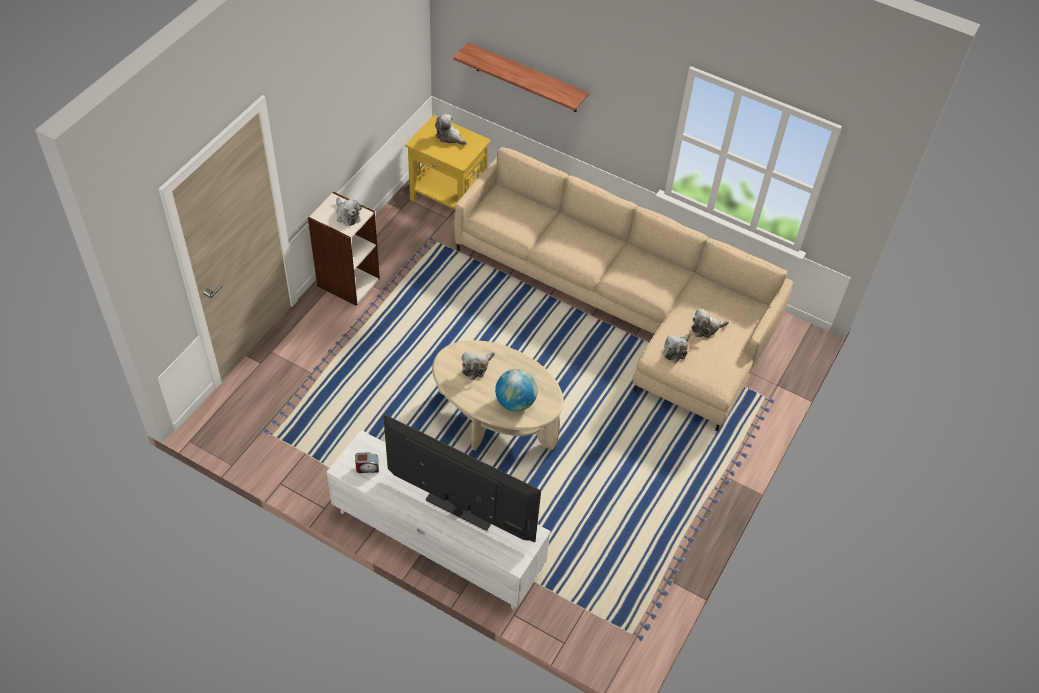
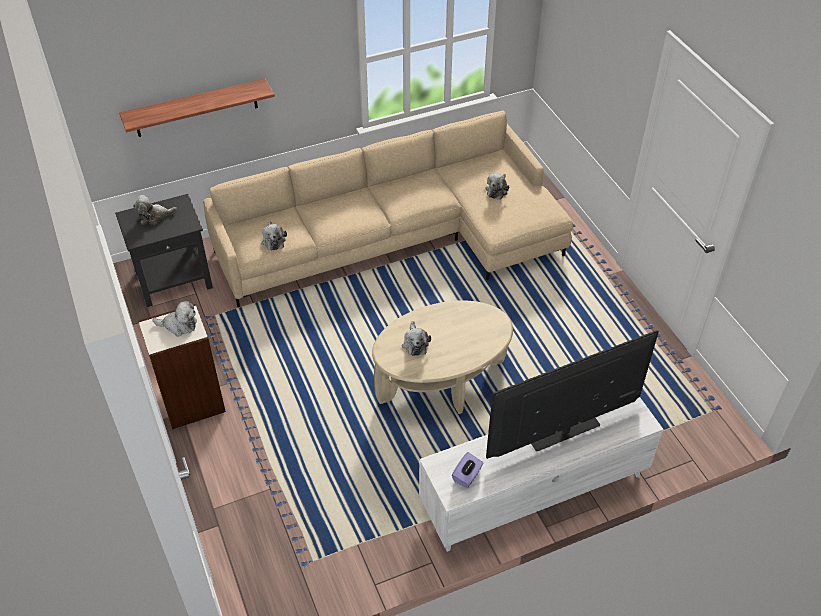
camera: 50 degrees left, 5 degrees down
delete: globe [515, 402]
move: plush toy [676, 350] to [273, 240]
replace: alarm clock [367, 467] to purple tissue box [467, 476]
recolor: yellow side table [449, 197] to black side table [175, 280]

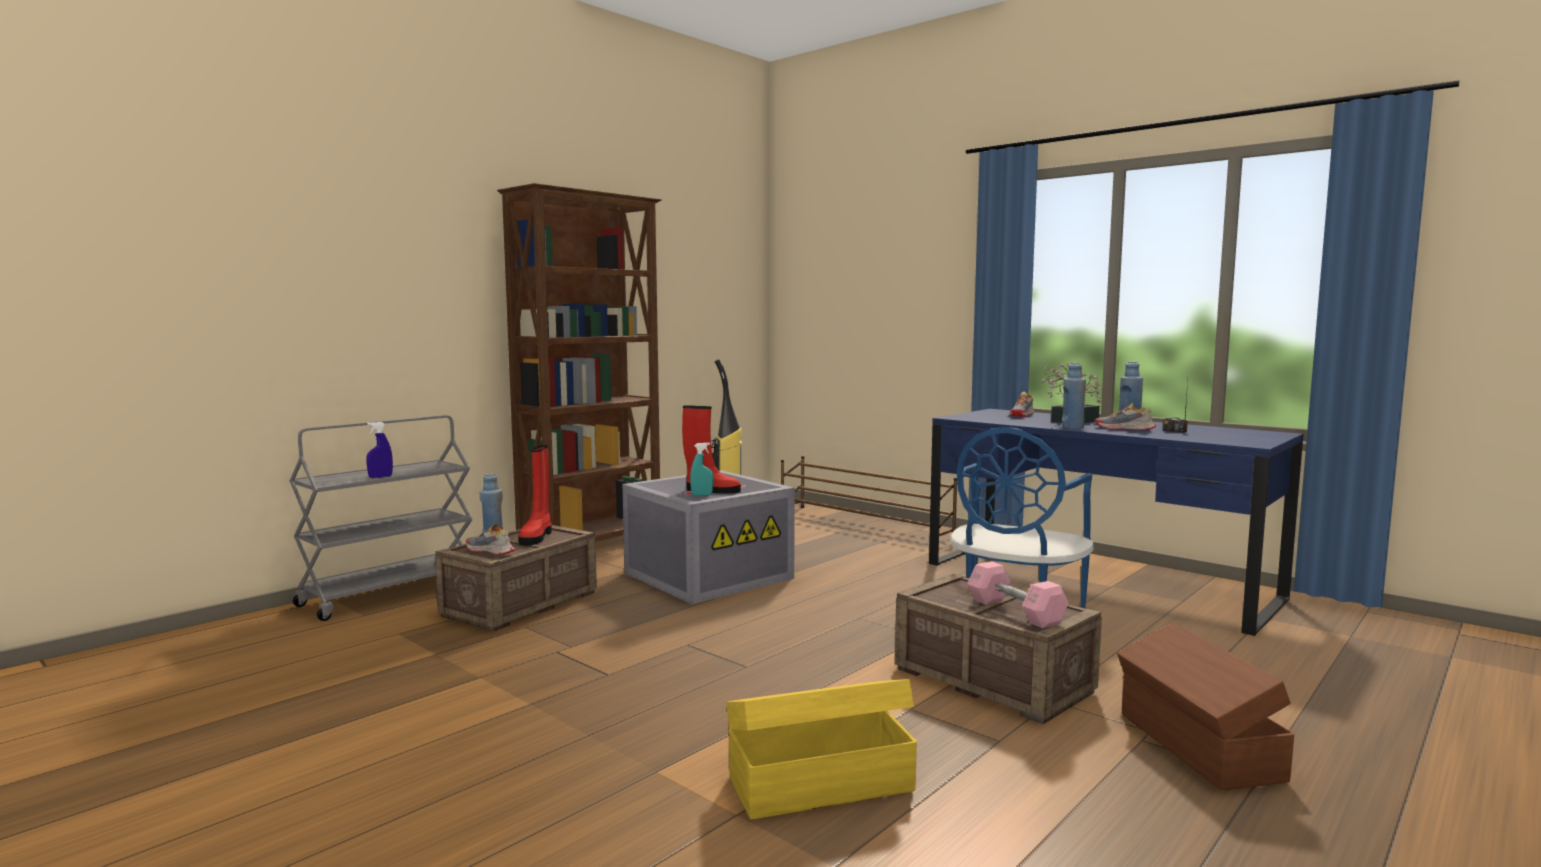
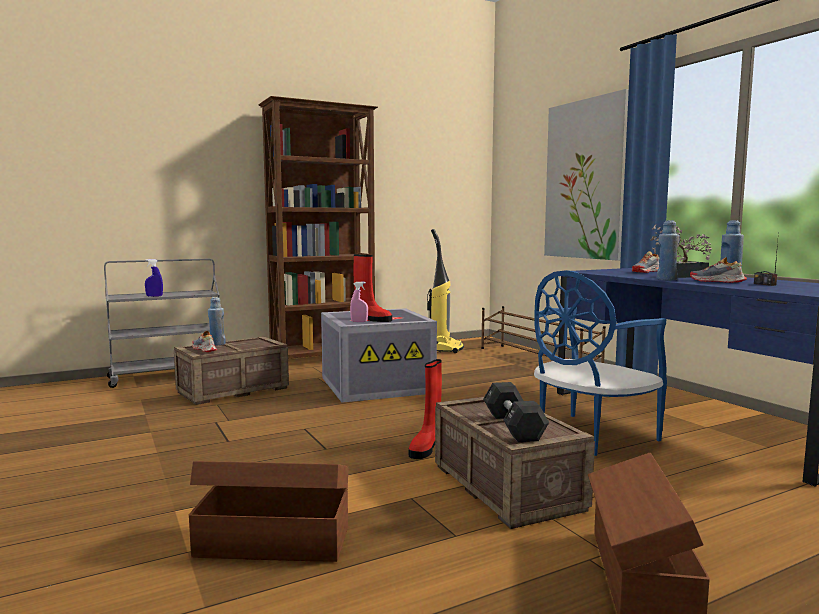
camera: 20 degrees right, 0 degrees up
insert: picture [585, 180]
move: red boot [536, 537] to [426, 448]
recolor: yellow storage box [818, 783] to brown storage box [272, 541]; turquoise spray bottle [702, 495] to pink spray bottle [359, 321]; pink dumbbell [1015, 611] to black dumbbell [513, 426]

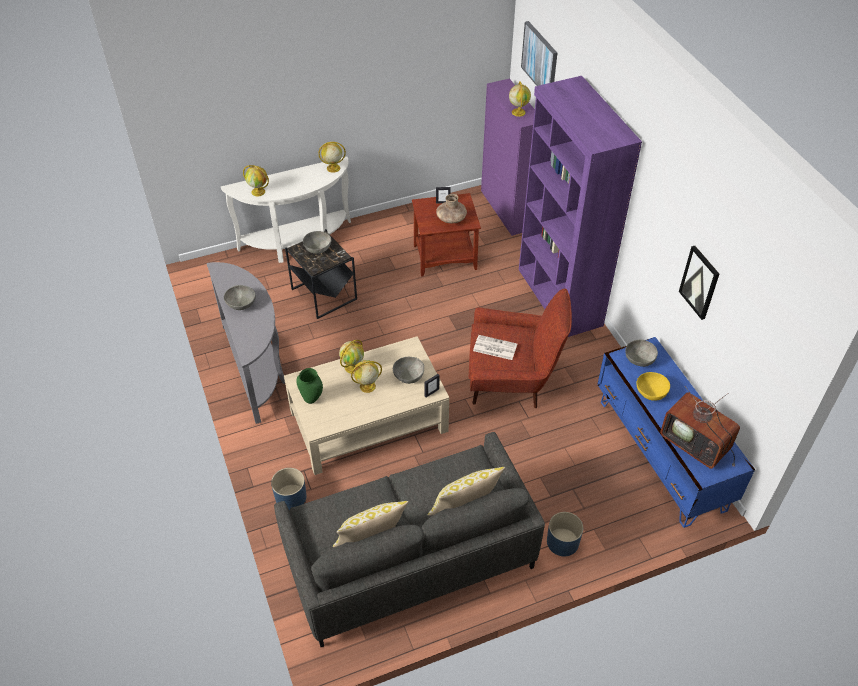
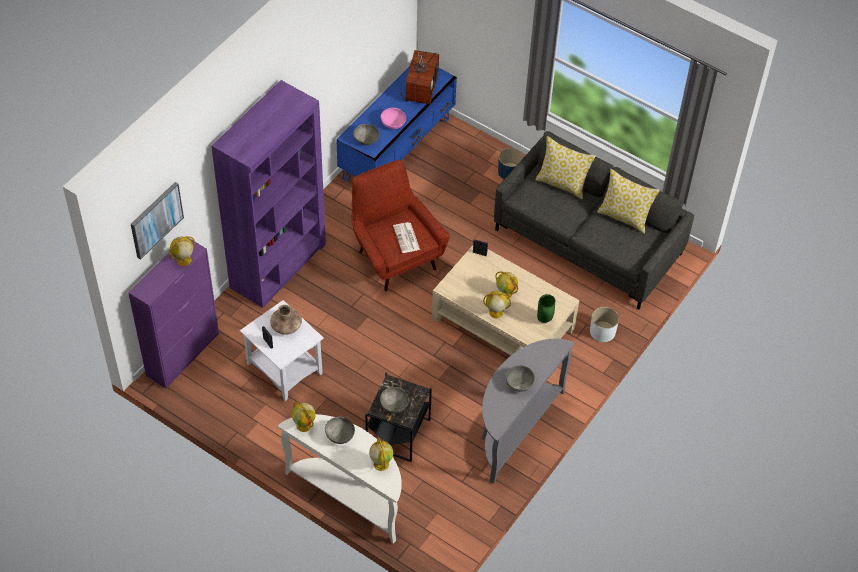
camera: 125 degrees left, 5 degrees up
delete: picture [700, 282]
move: grey bowl [408, 375] to [339, 435]
recolor: brown side table [445, 256] to white side table [283, 369]; yellow bowl [651, 392] to pink bowl [393, 123]; blue planter [290, 497] to white planter [602, 332]

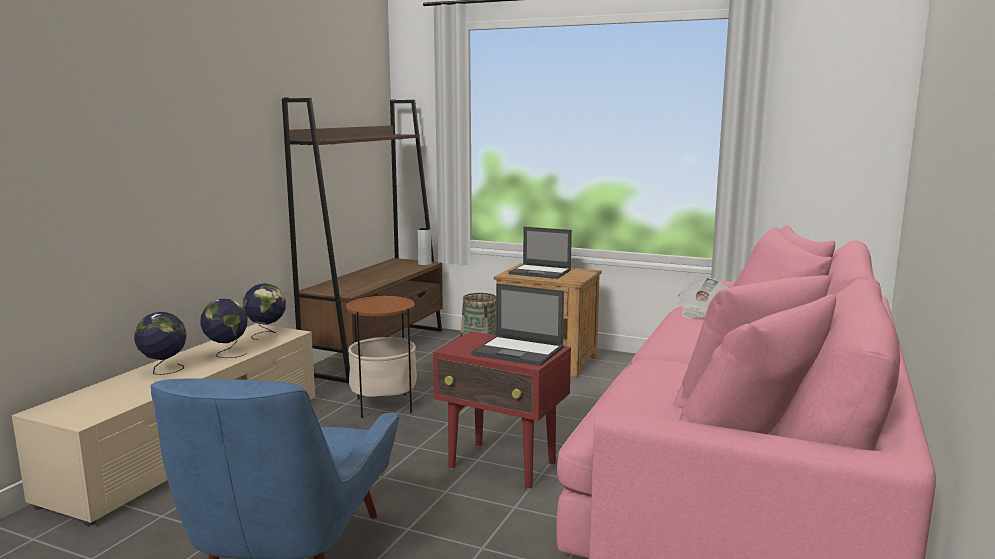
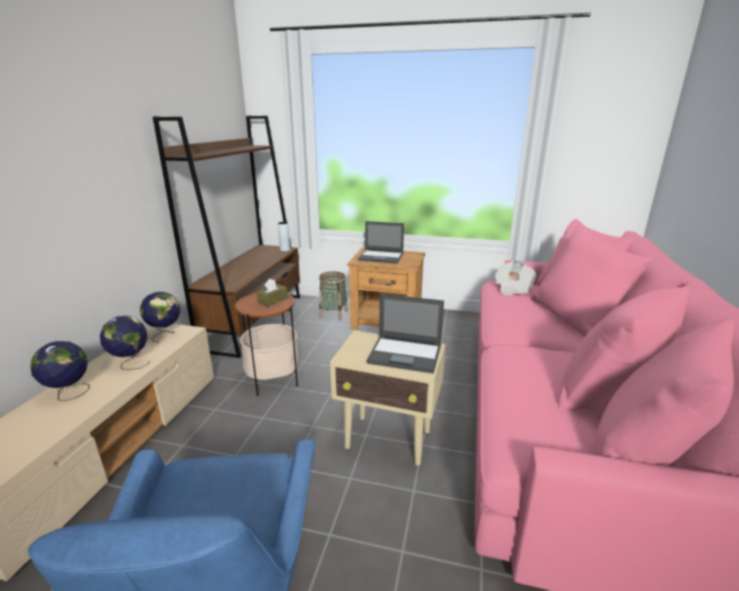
camera: 10 degrees left, 10 degrees up
insert: brown tissue box [272, 300]
recolor: red side table [503, 466] to beige side table [388, 440]

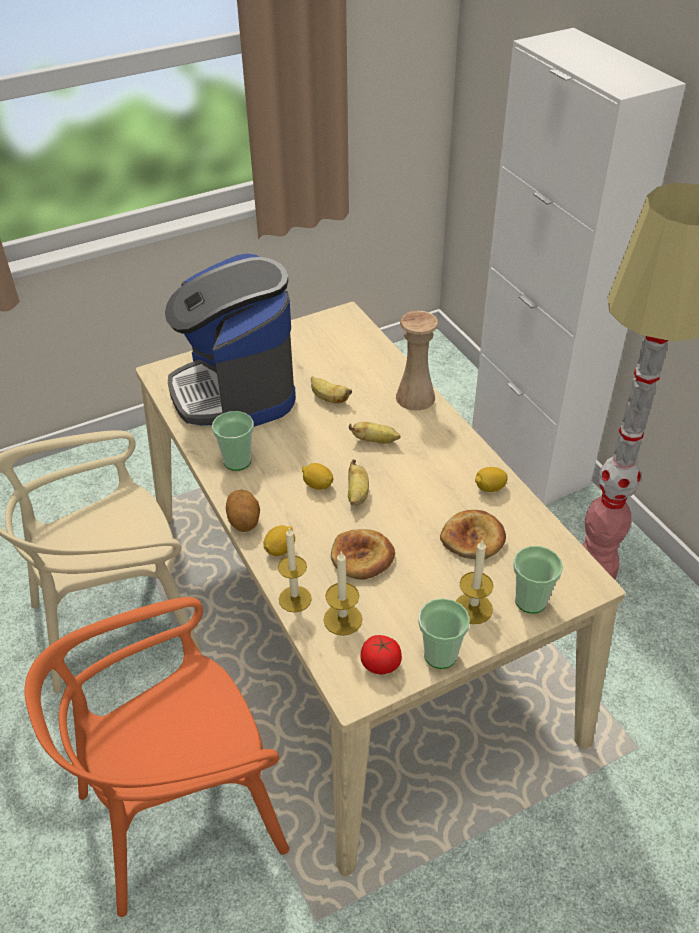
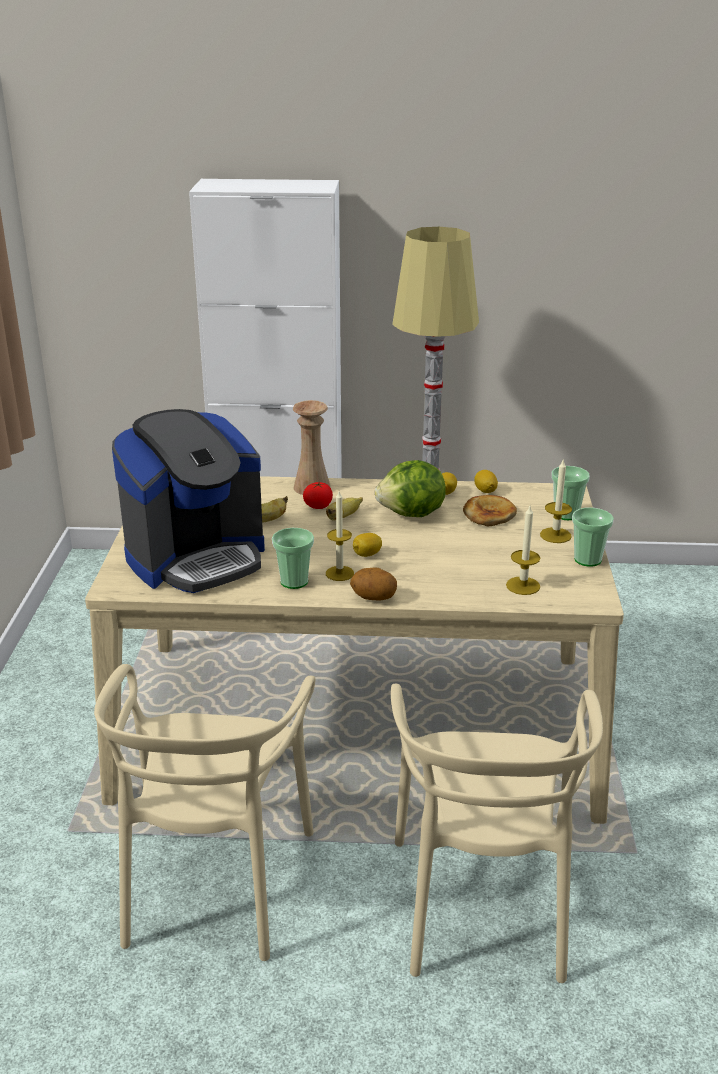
camera: 60 degrees left, 15 degrees down
delete: bread [362, 557]; banana [357, 494]
insert: lettuce [412, 514]
move: tomato [381, 664] to [318, 506]; candle [295, 599] to [339, 573]; lemon [280, 549] to [485, 491]
recolor: orange chair [182, 813] to beige chair [483, 904]
rotate: coffee machine [235, 391] = [197, 558] 45 degrees counterclockwise

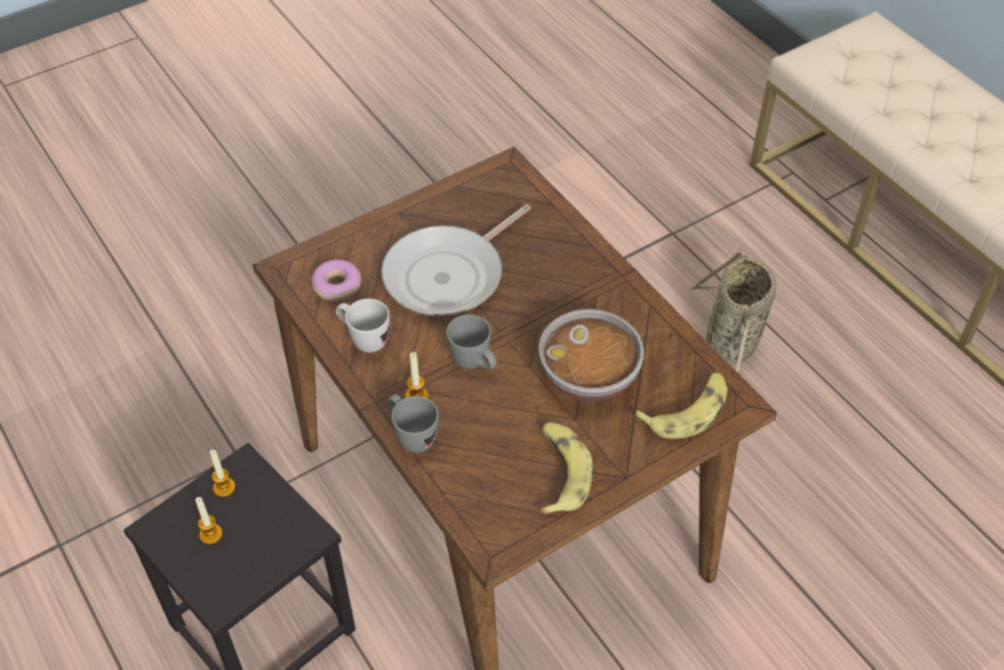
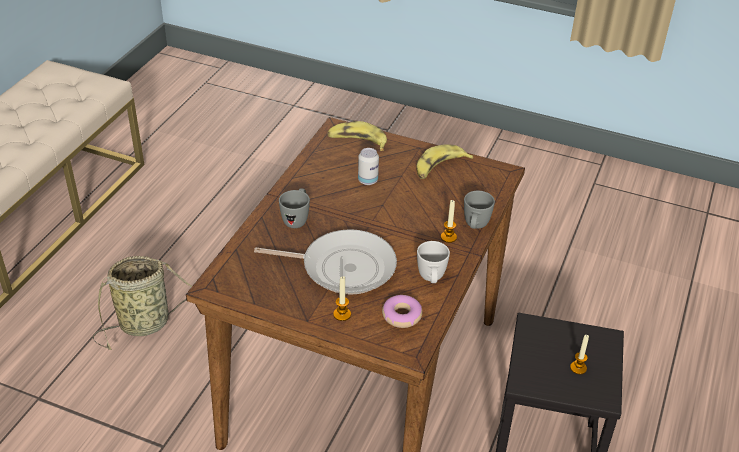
camera: 125 degrees left, 10 degrees down
move: grey mug [474, 364] to [297, 219]; candle [224, 488] to [342, 314]
replace: bowl [589, 376] to can [367, 180]

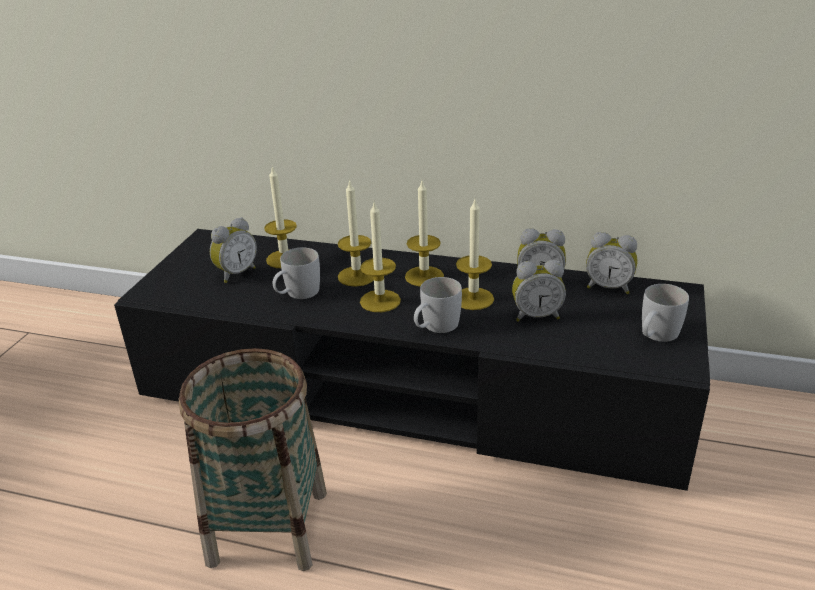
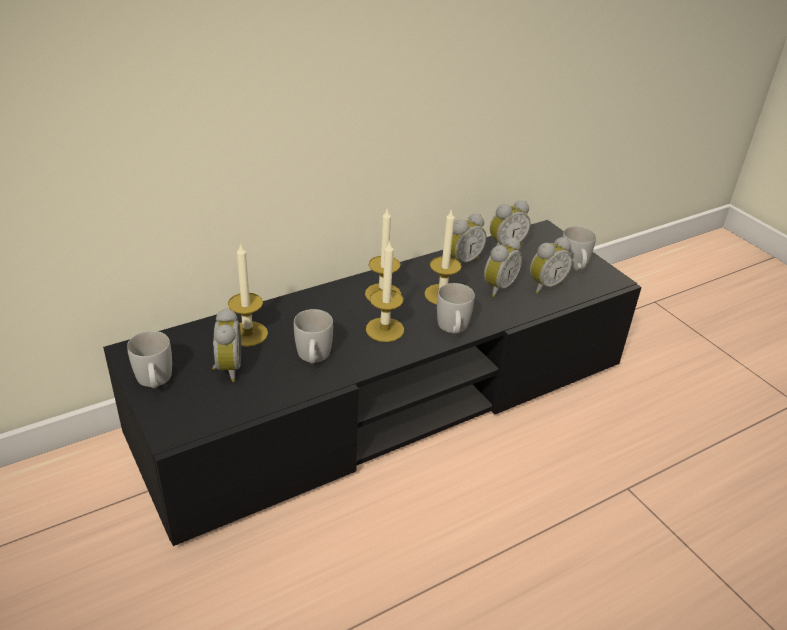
camera: 50 degrees left, 5 degrees up
delete: basket [269, 526]; candle [357, 276]
insert: white mug [154, 381]; alarm clock [544, 285]

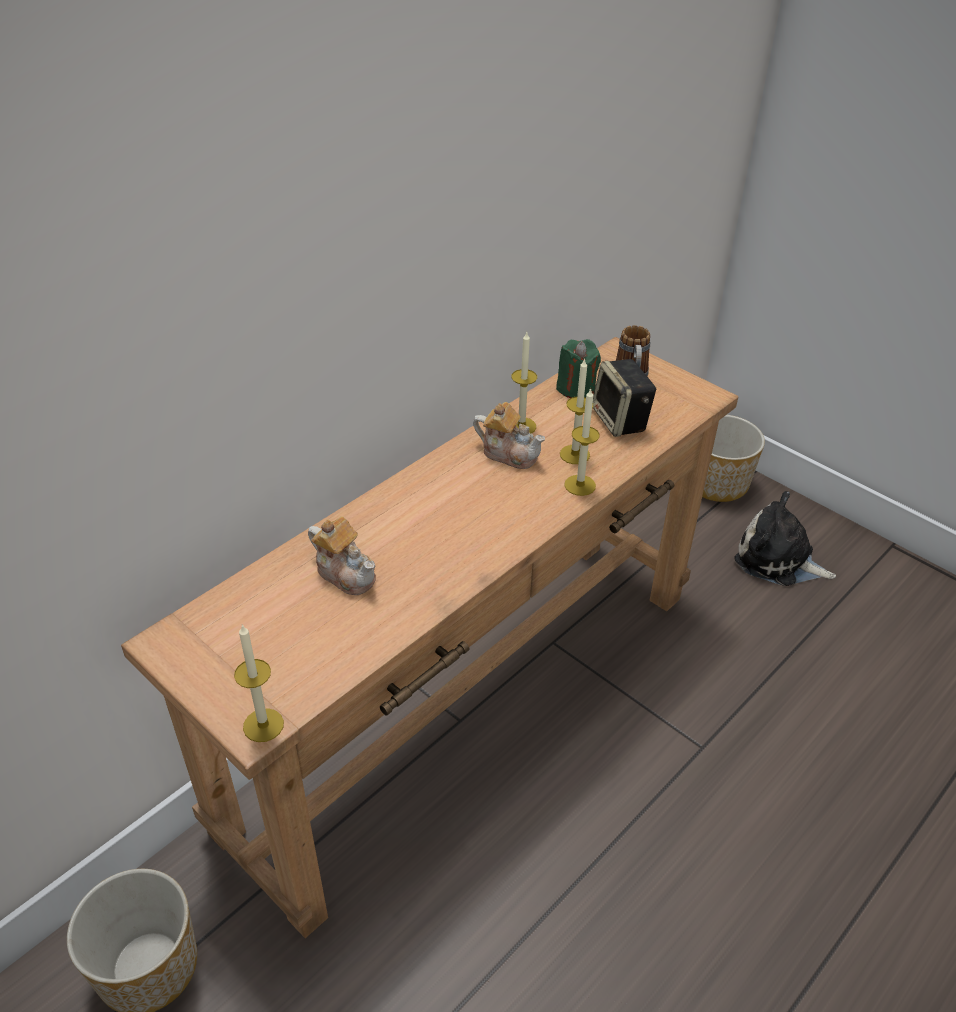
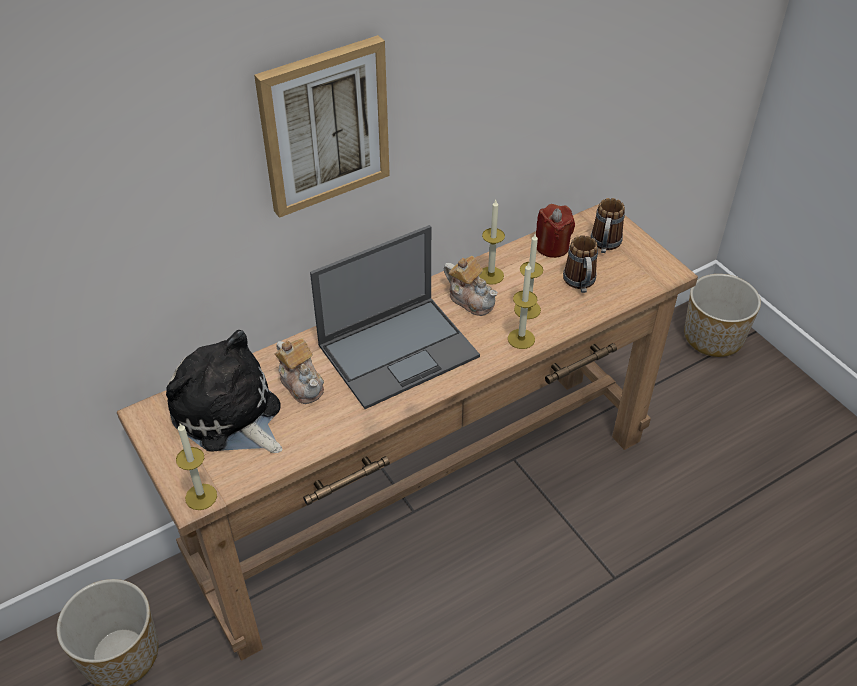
camera: 15 degrees right, 5 degrees up
insert: picture [324, 126]; laptop [399, 350]
move: plush toy [778, 560] to [229, 415]
replace: speaker [621, 421] to mug [580, 284]
recolor: green candle [576, 388] to red candle [552, 246]

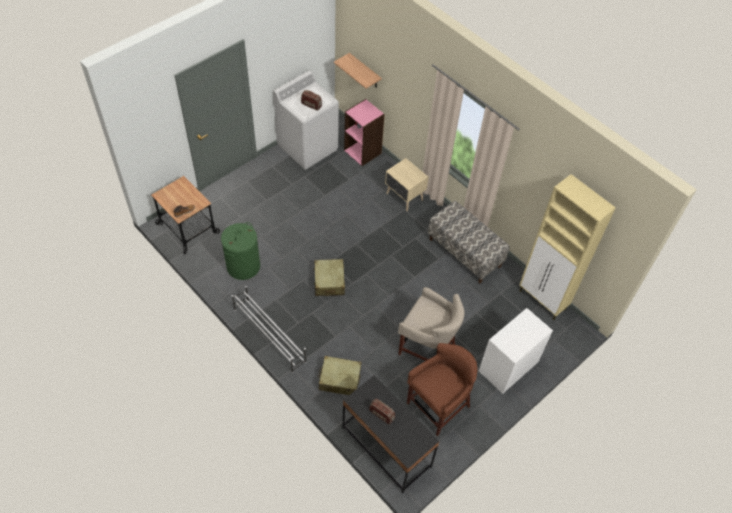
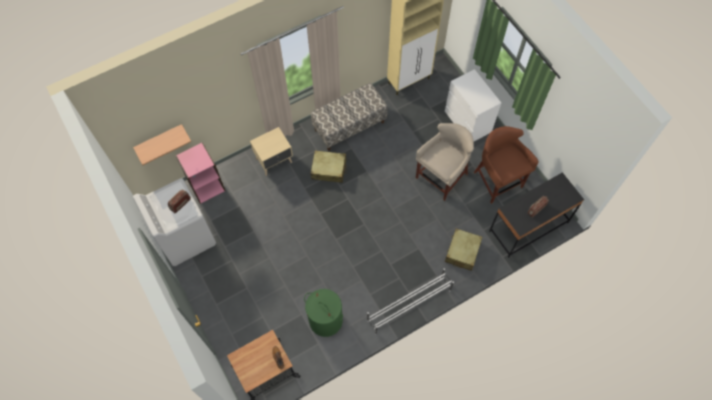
camera: 75 degrees left, 10 degrees up
move: beige suitcase [329, 281] to [329, 169]

